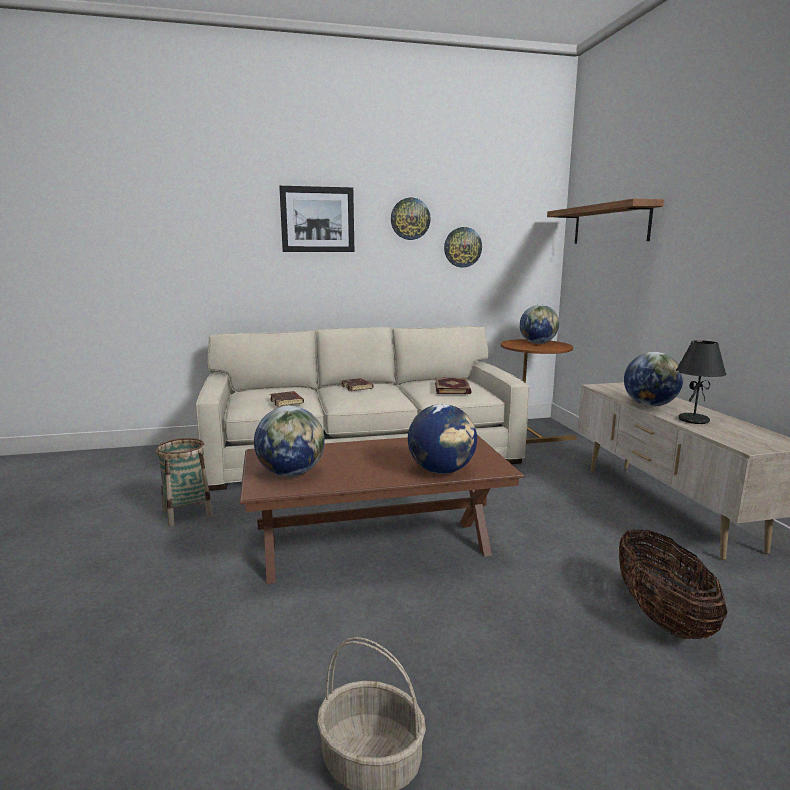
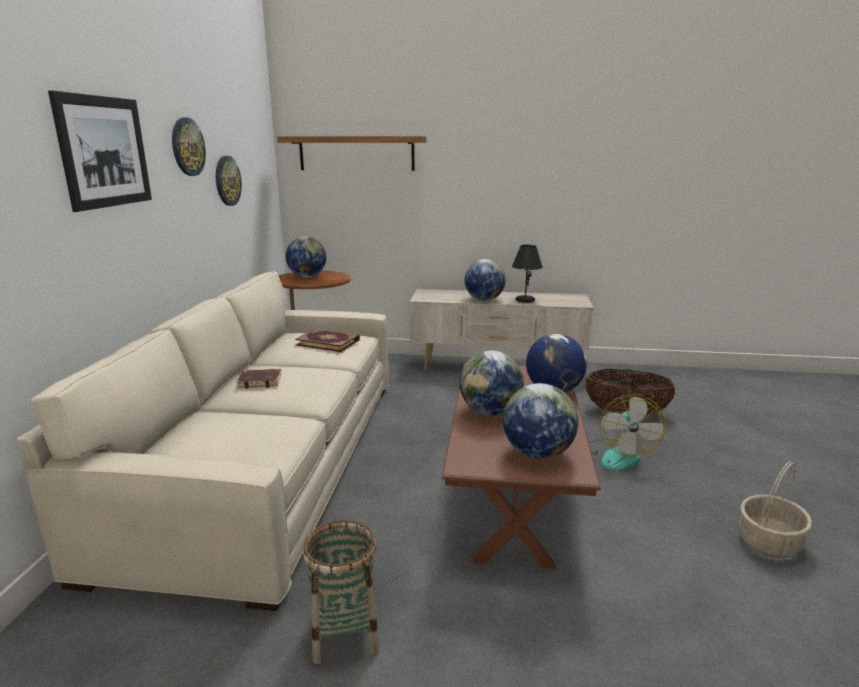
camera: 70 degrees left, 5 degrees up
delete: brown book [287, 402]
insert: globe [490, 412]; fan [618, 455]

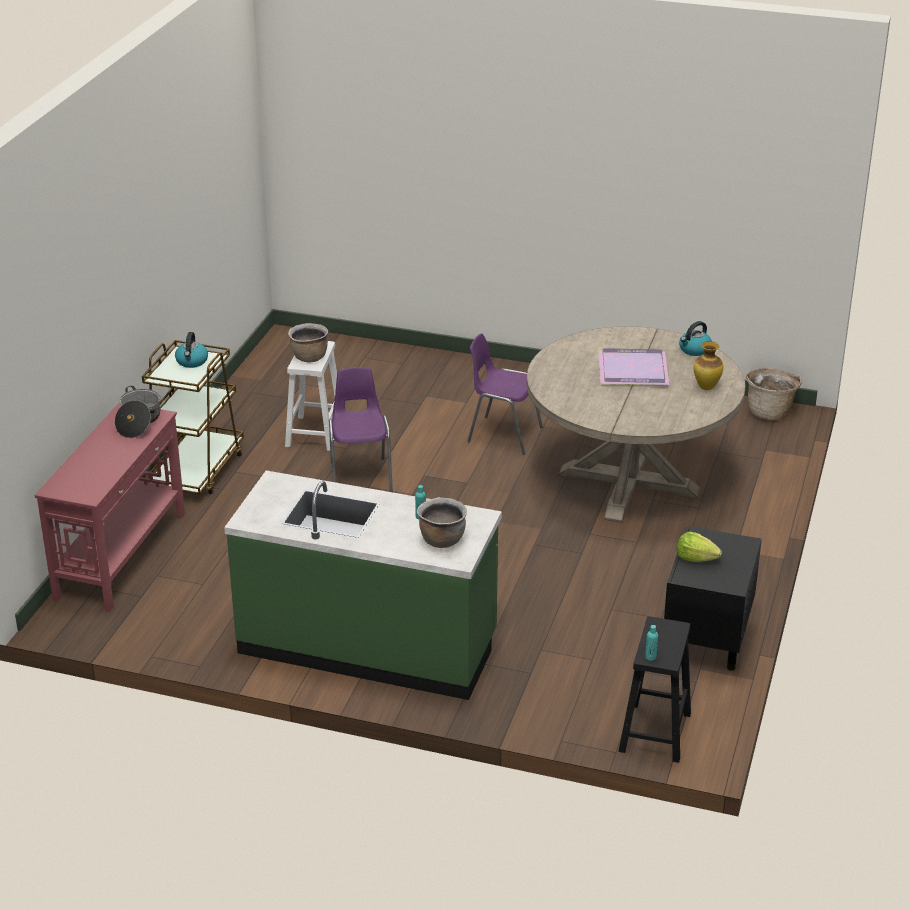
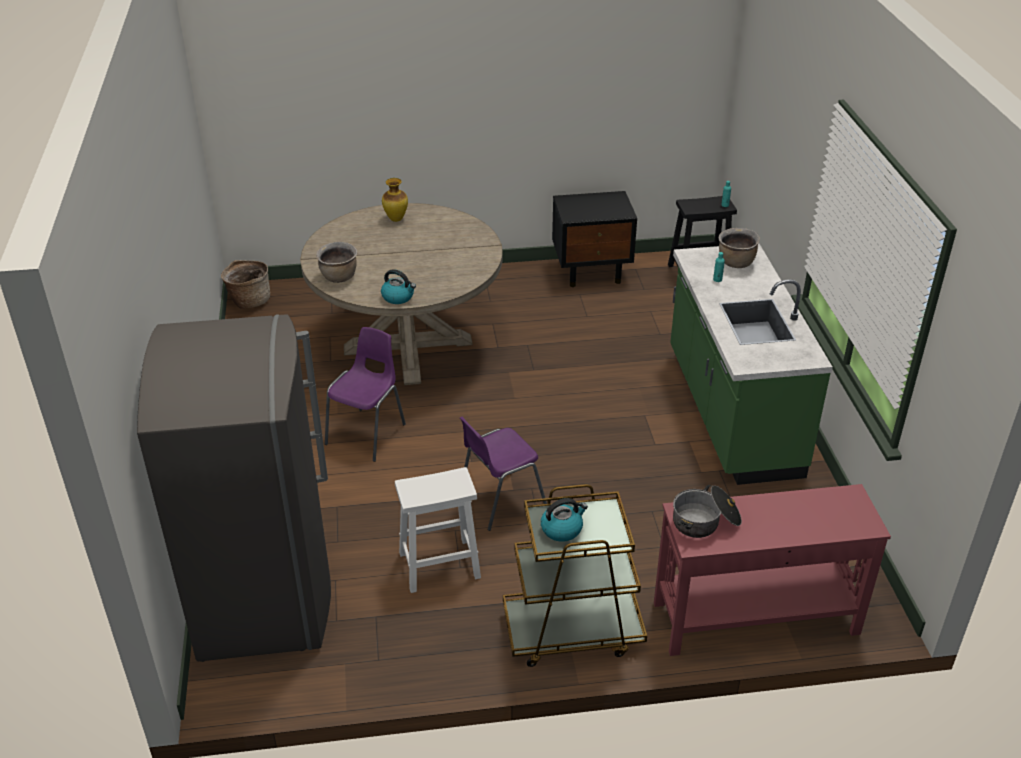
camera: 115 degrees left, 5 degrees up
delete: purple tray [631, 369]; lettuce [696, 558]
insert: grey fridge [265, 596]
move: brown cooking pot [309, 357] to [339, 277]; kettle [694, 350] to [398, 297]
rotate: purple chair [503, 434] = [368, 433] 150 degrees counterclockwise

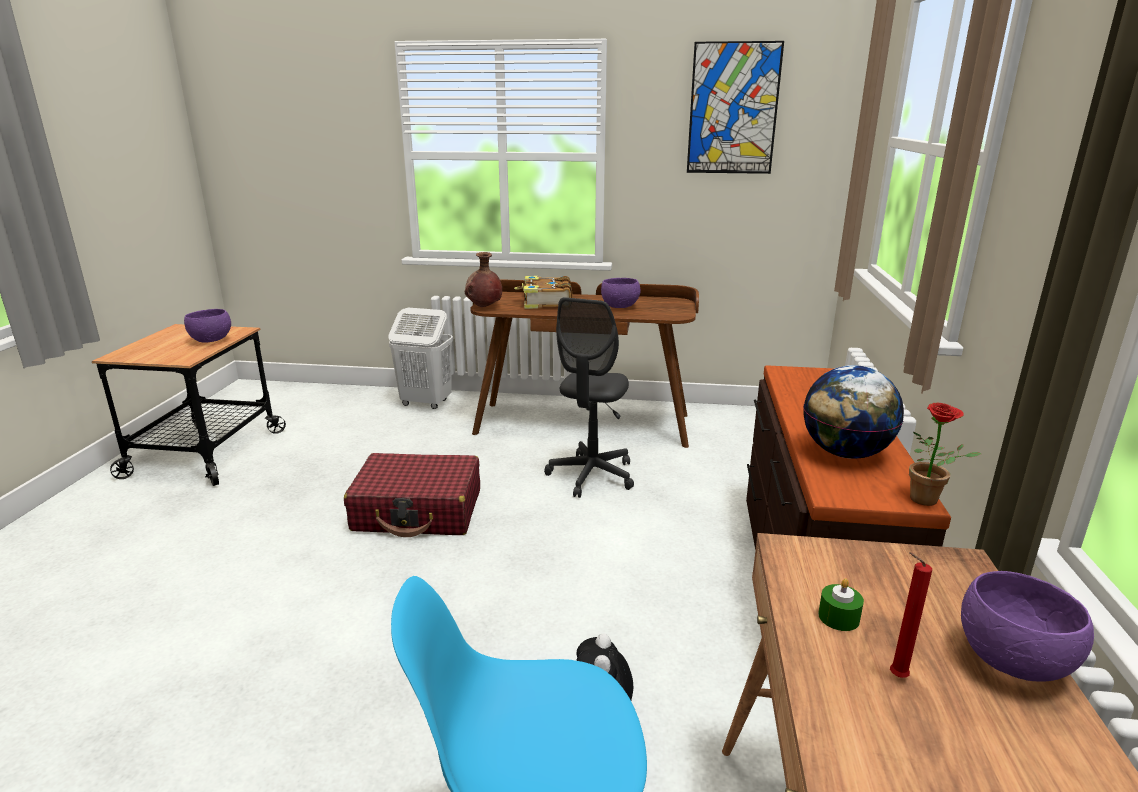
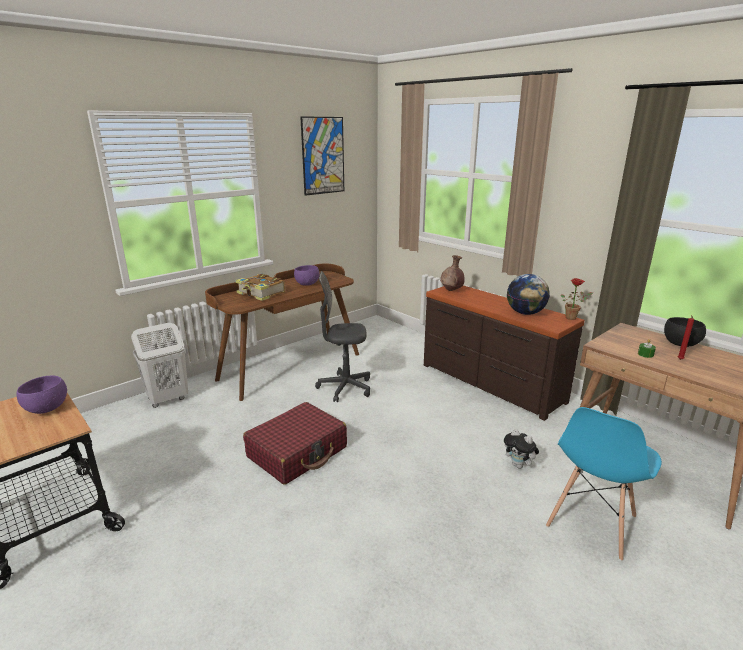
camera: 50 degrees left, 0 degrees up
move: brown vase [484, 307] to [451, 290]
recolor: purple bowl [1013, 663] to black bowl [681, 344]
rotate: grey office chair [591, 475] = [345, 388] 120 degrees clockwise

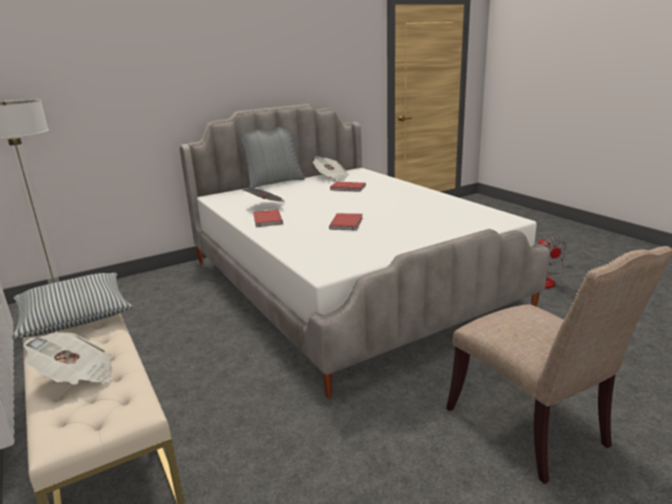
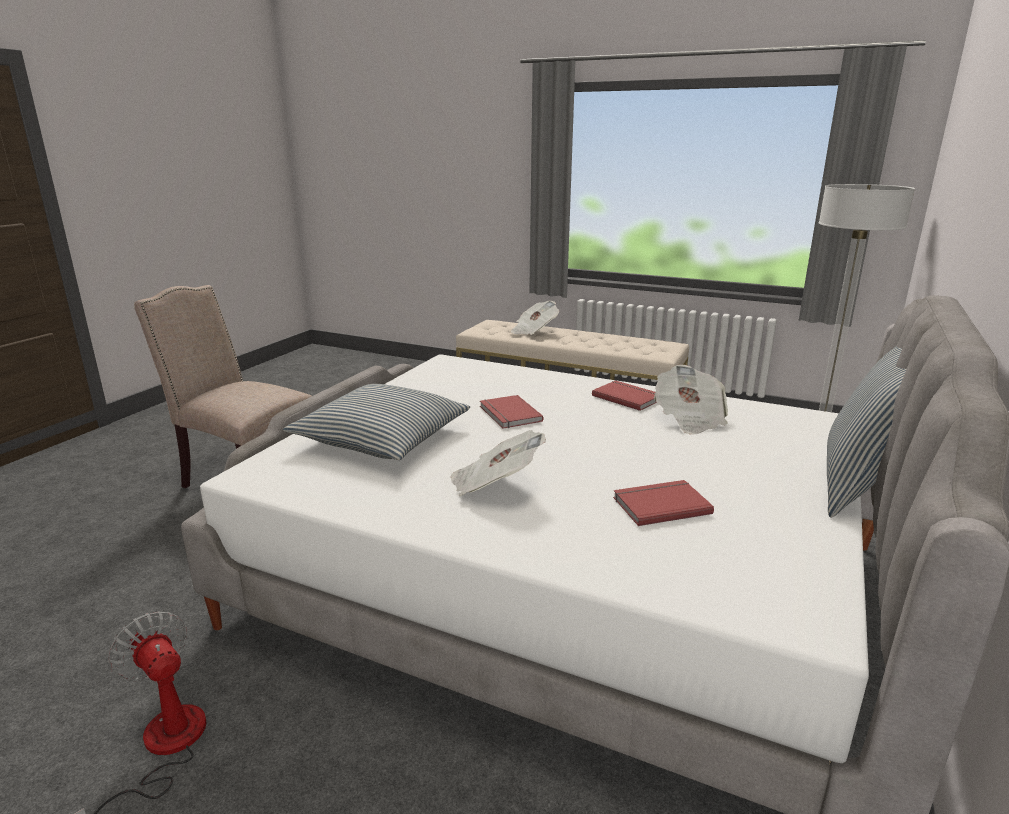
camera: 145 degrees right, 0 degrees up
move: pillow [74, 316] to [382, 437]; newspaper [331, 178] to [495, 485]

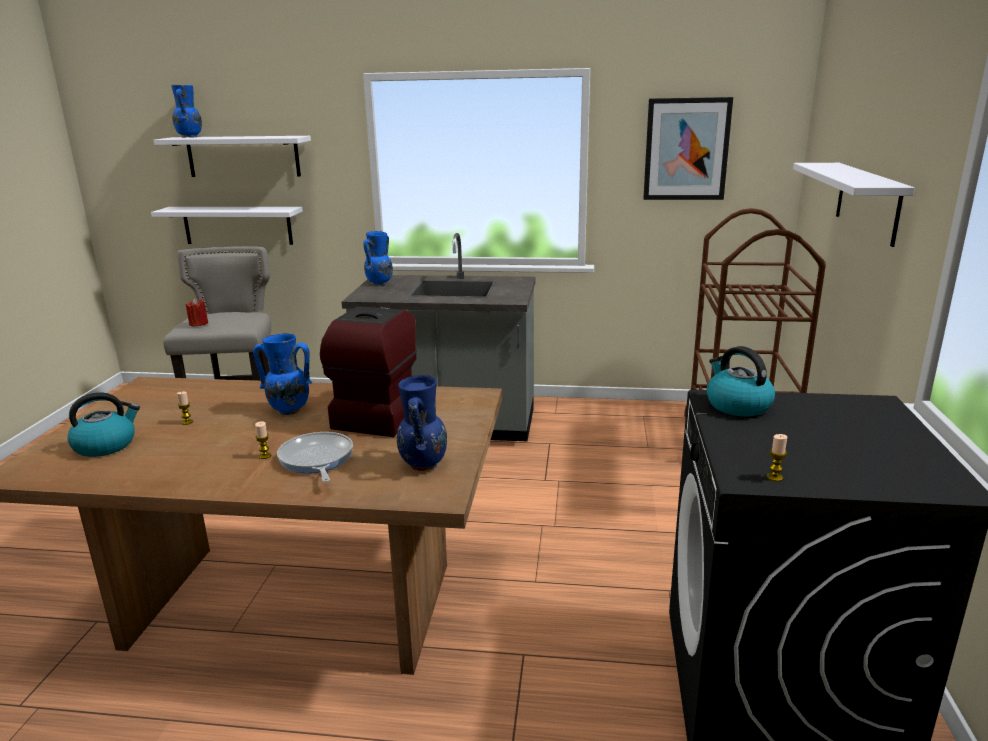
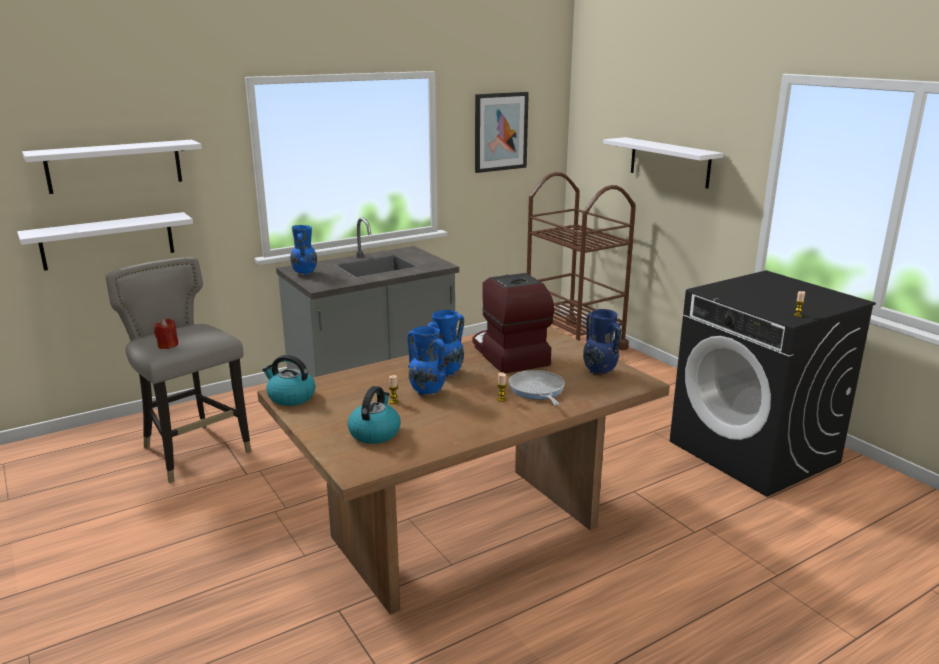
camera: 40 degrees left, 0 degrees up
move: kettle [737, 405] to [290, 397]; blue vase [190, 137] to [427, 392]
rotate: frying pan [316, 460] = [537, 390] 45 degrees clockwise

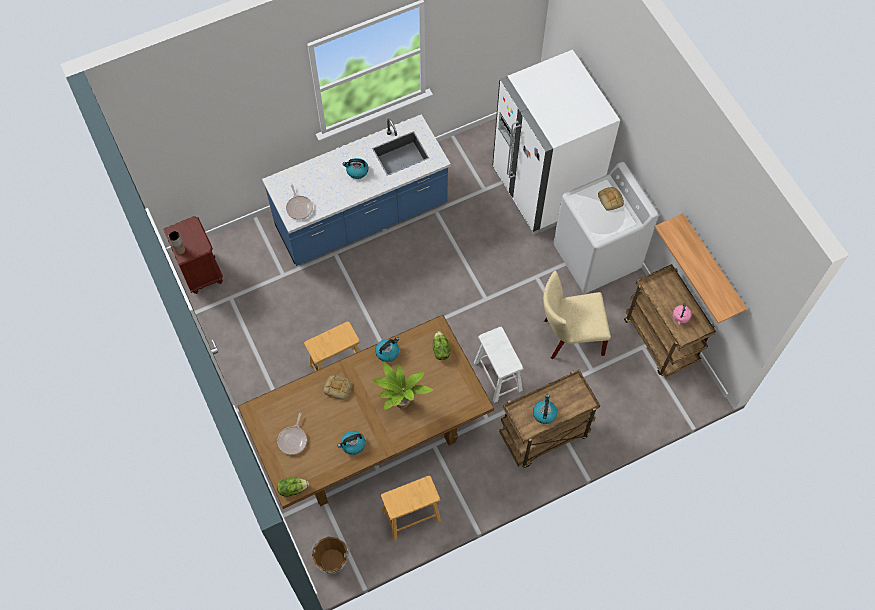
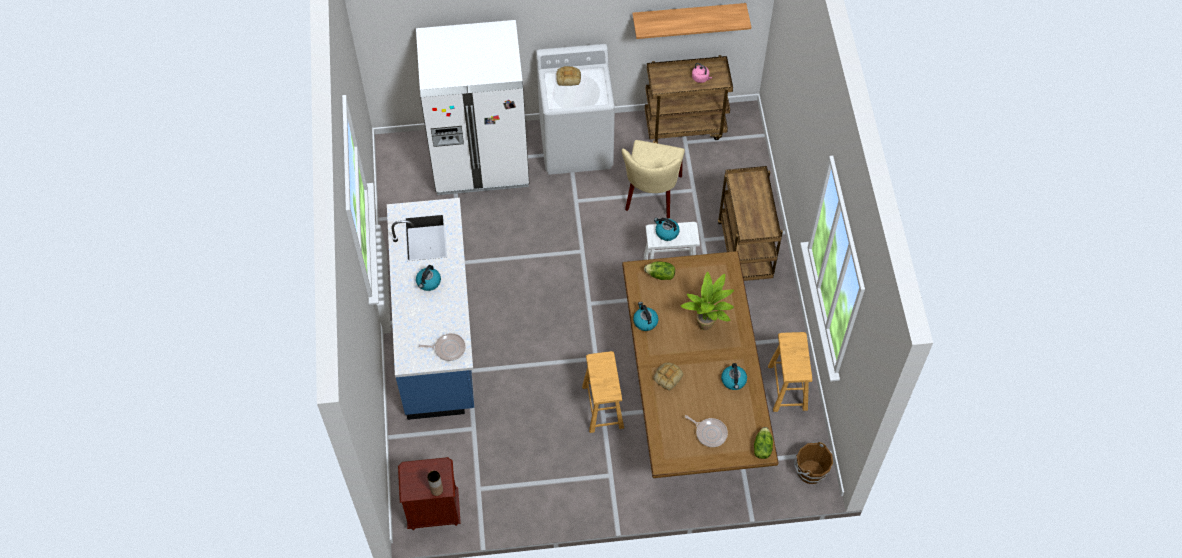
camera: 70 degrees left, 5 degrees down
move: kettle [544, 413] to [666, 232]

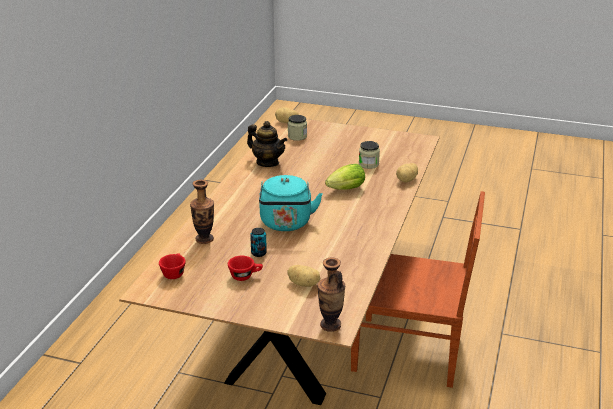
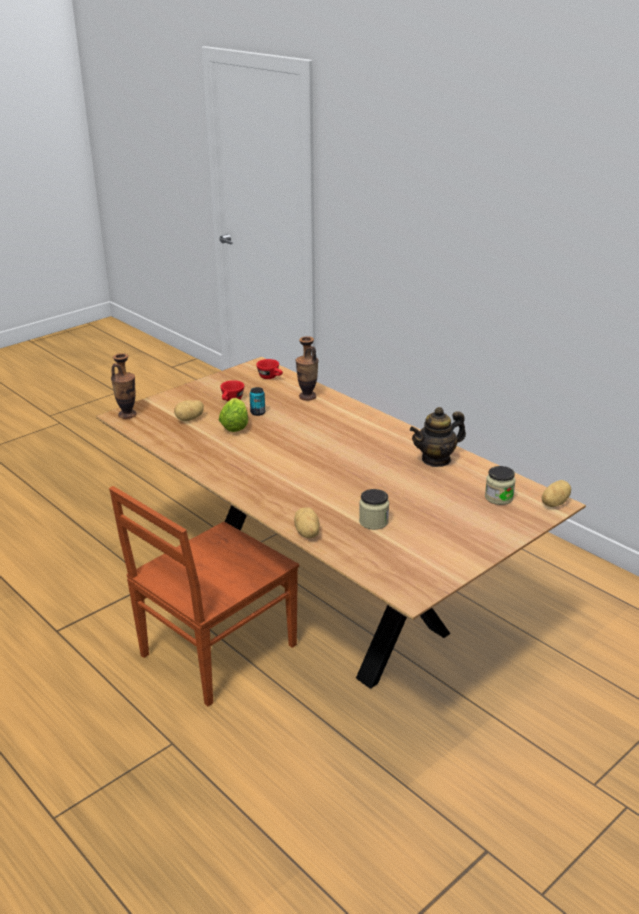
camera: 120 degrees right, 0 degrees up
delete: turquoise kettle [286, 224]
move: lettuce [344, 190] to [235, 425]

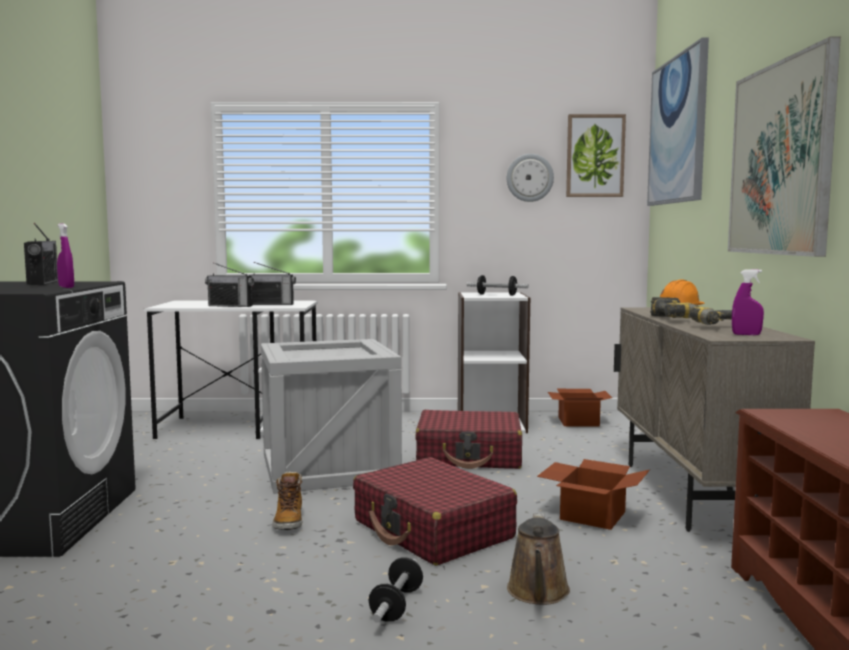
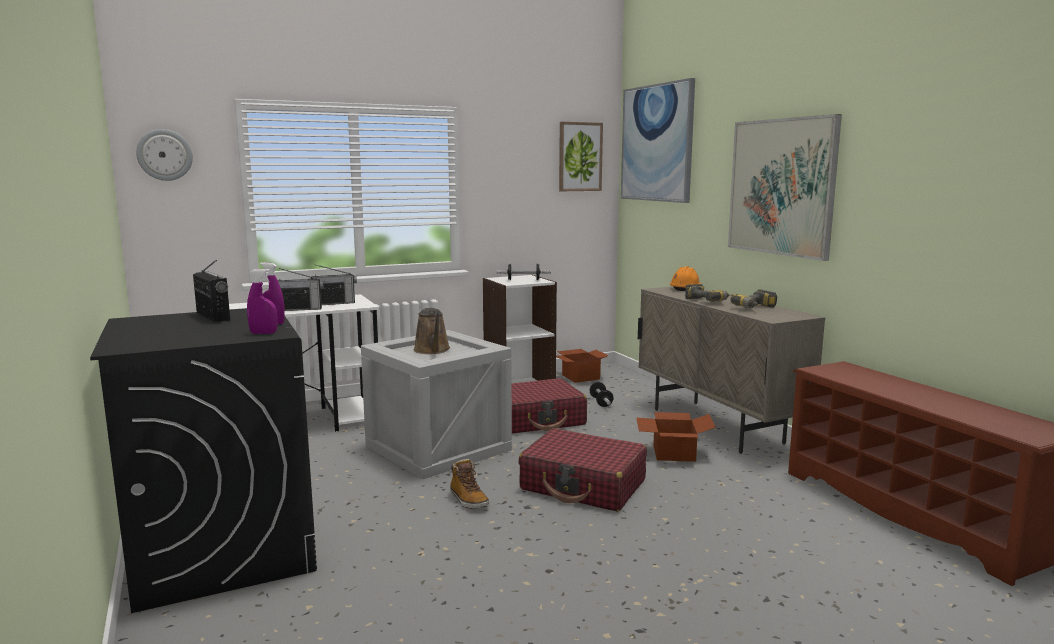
camera: 25 degrees left, 5 degrees up
move: wall clock [529, 178] to [164, 155]; purple spray bottle [746, 334] to [263, 333]; brown watering can [538, 593] to [432, 350]; dumbbell [396, 605] to [601, 402]

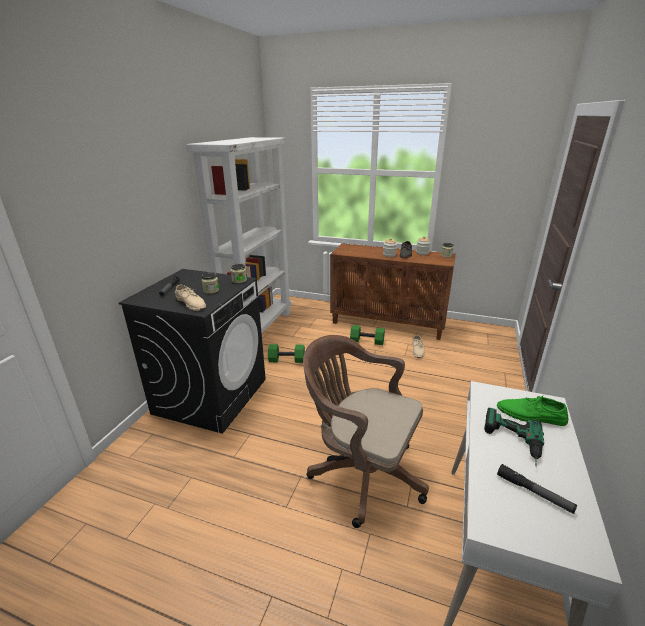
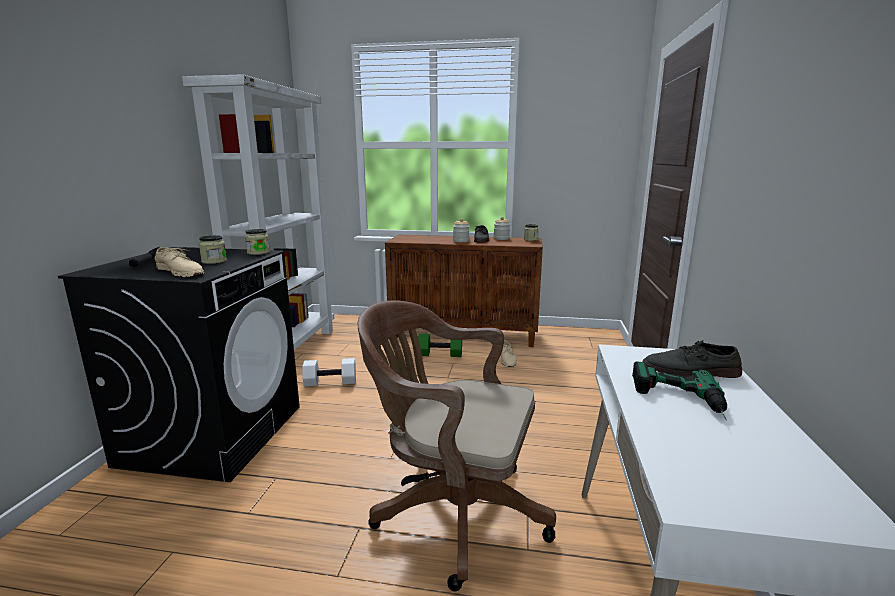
camera: 10 degrees left, 10 degrees down
delete: flashlight [534, 492]
recolor: green dumbbell [287, 359] to white dumbbell [331, 381]; green shoe [530, 415] to grey shoe [690, 371]

